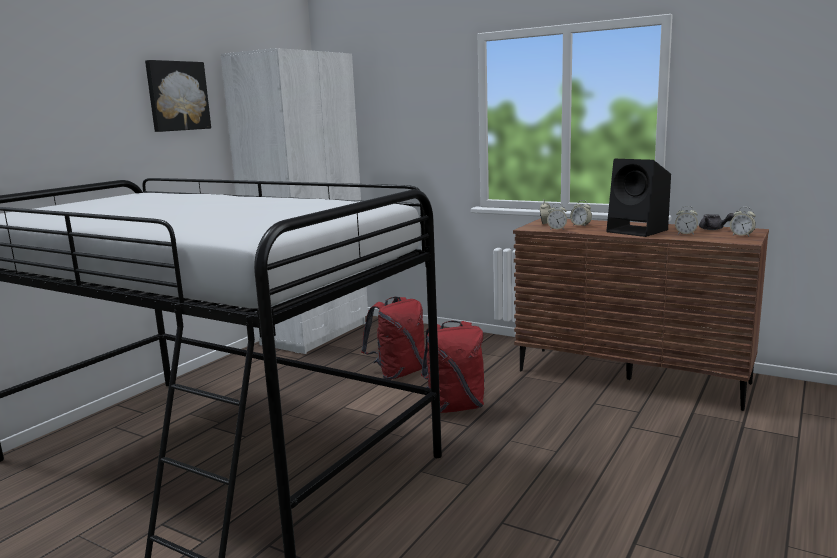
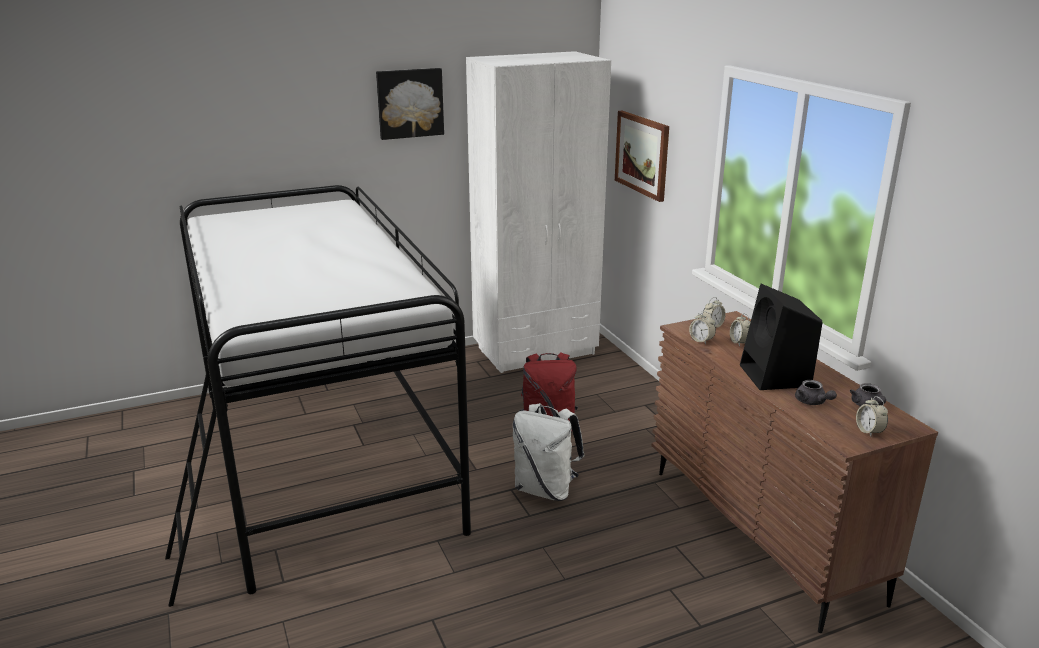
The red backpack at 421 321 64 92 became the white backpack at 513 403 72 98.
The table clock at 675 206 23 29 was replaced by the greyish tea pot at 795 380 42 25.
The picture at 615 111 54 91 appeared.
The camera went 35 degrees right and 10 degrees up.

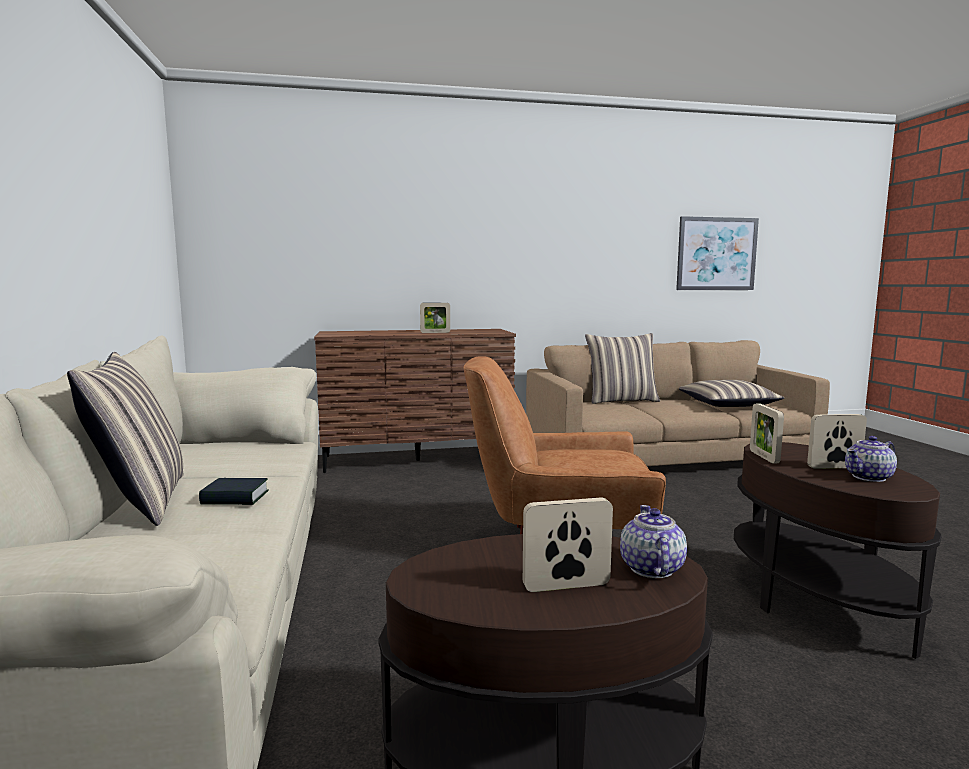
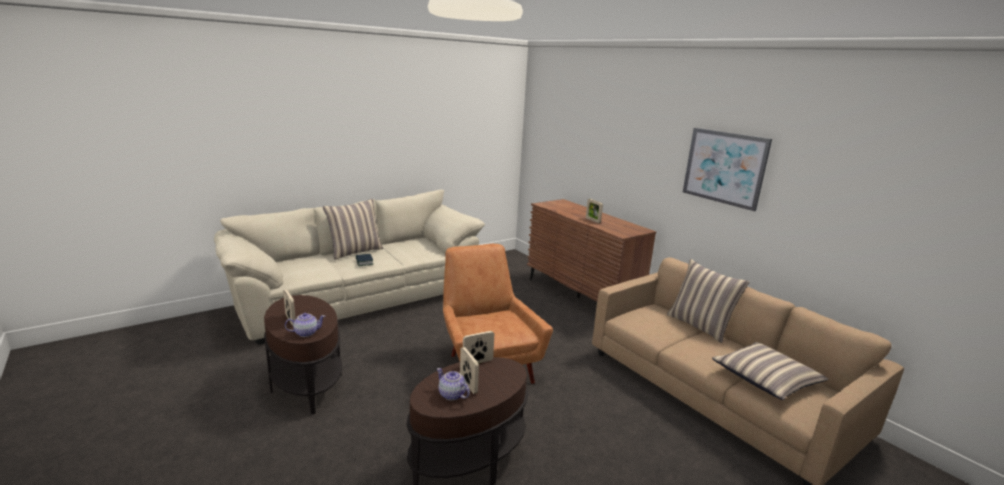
The picture moved from 676 216 83 74 to 683 128 89 83.
The camera went 65 degrees right and 10 degrees up.

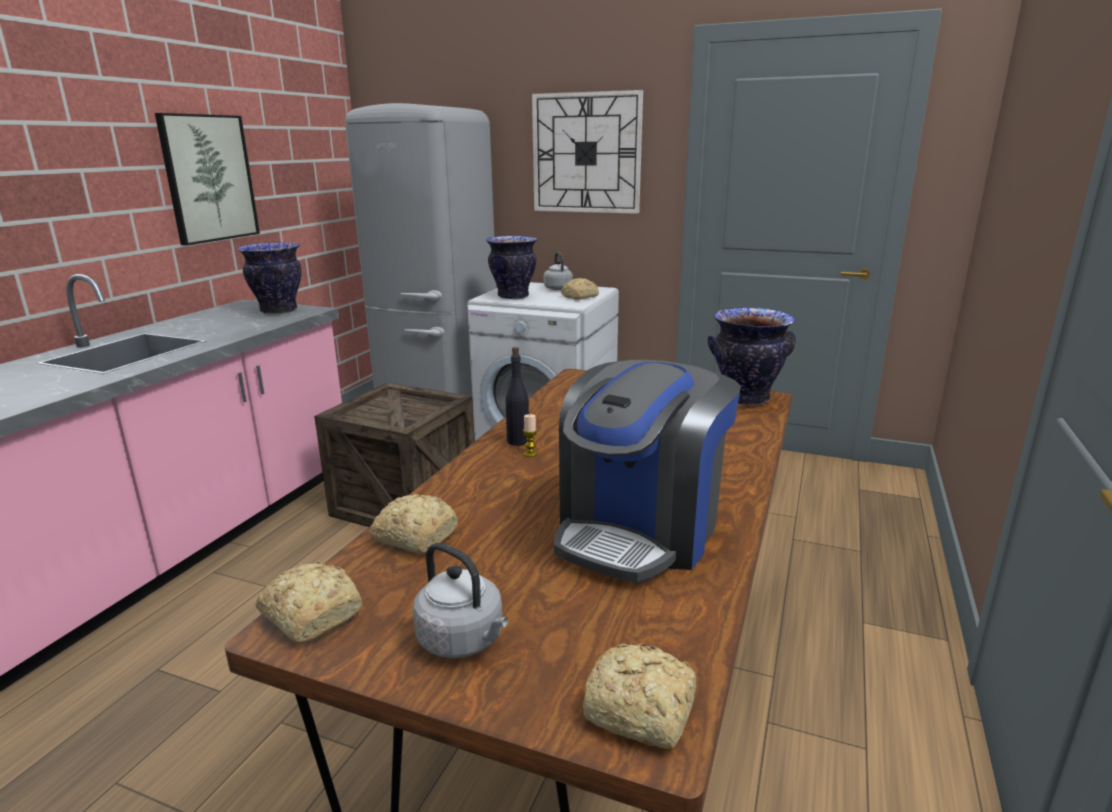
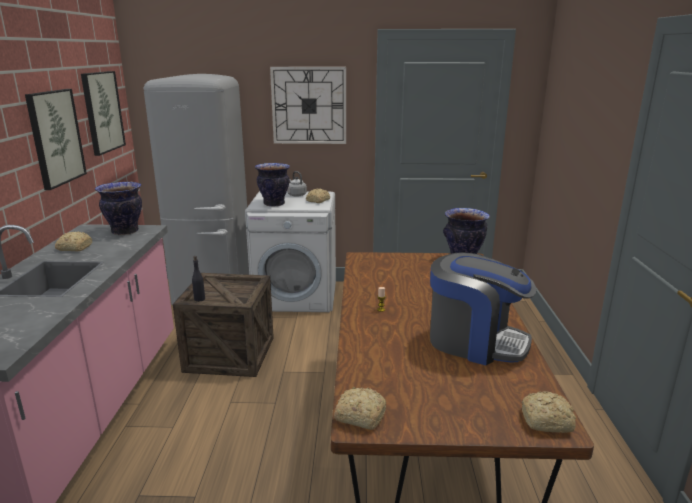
The bread moved from 370 494 88 60 to 55 232 37 19.
The greyish water kettle at 413 542 95 116 disappeared.
The black beverage bottle moved from 506 347 23 99 to 192 256 13 46.
The coffee brewer at 554 360 187 223 turned 75 degrees counterclockwise.
The picture at 81 71 45 85 appeared.
The camera went 20 degrees left and 0 degrees up.

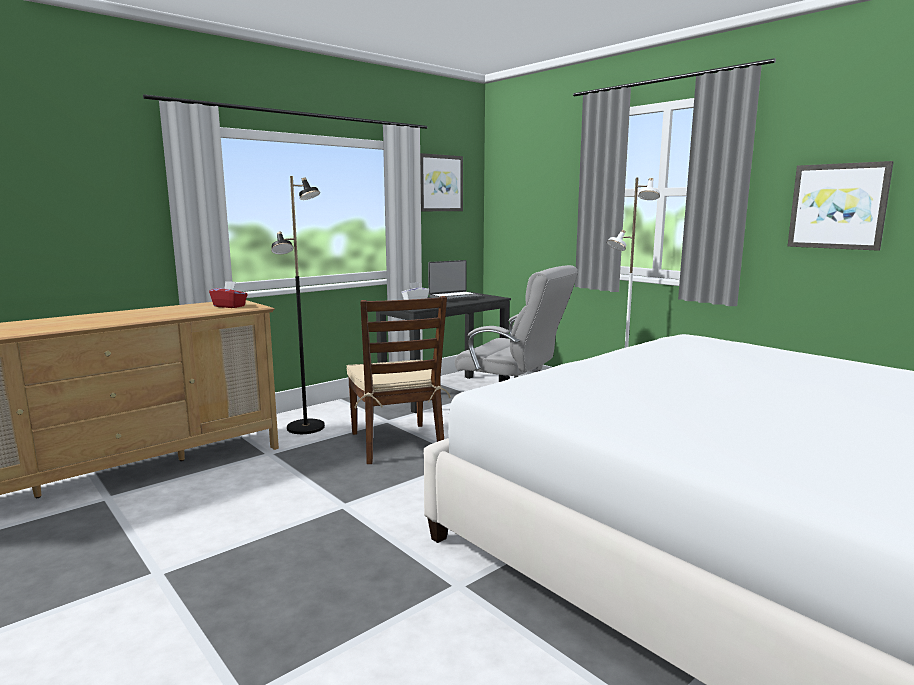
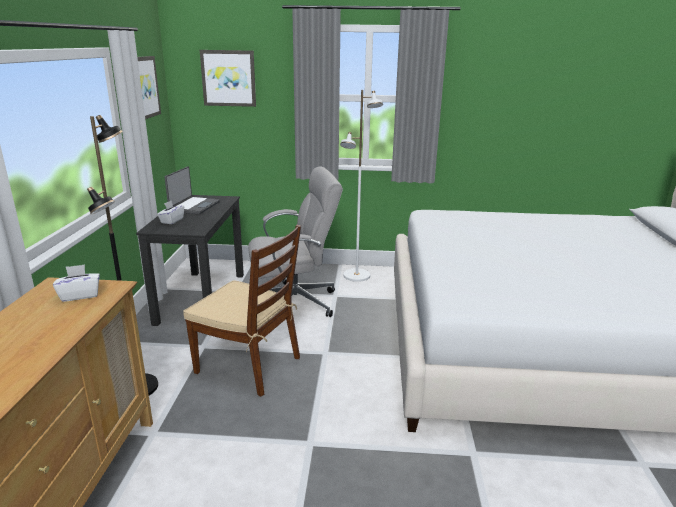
The red box of tissues at 209 281 39 27 became the white box of tissues at 53 264 47 38.
The picture moved from 788 161 106 90 to 200 50 56 57.
The camera went 45 degrees left and 10 degrees up.

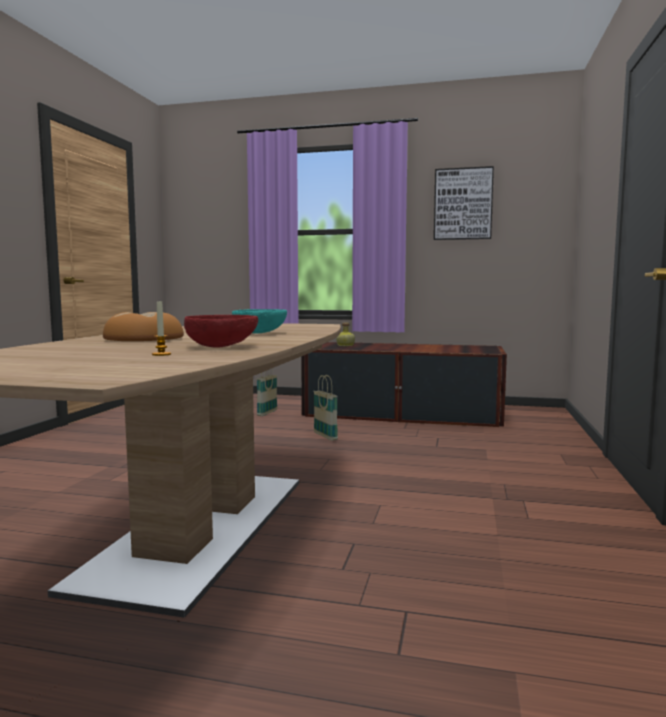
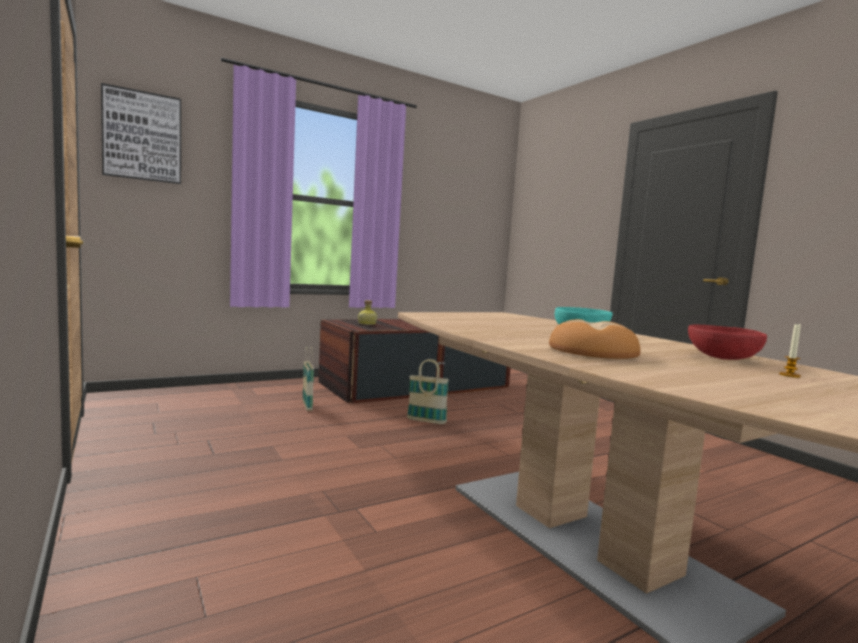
The picture moved from 434 166 60 74 to 101 83 80 101.
The camera went 45 degrees left and 0 degrees up.

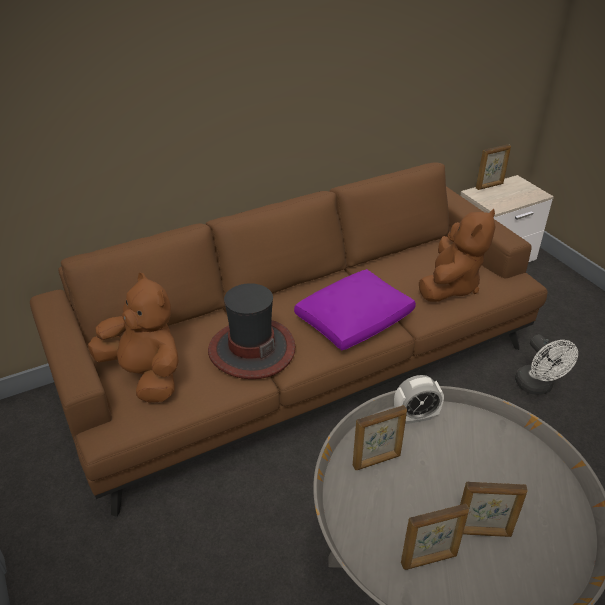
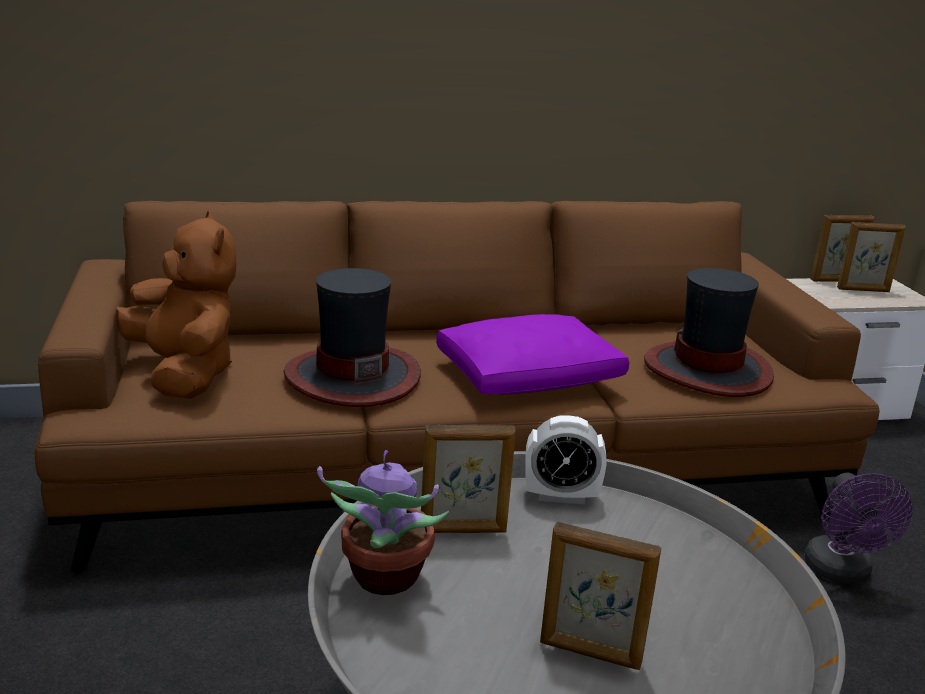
The picture frame moved from 401 504 68 66 to 837 222 68 70.
The brown soft toy at 419 209 77 93 was replaced by the clothing hat at 644 268 130 129.
The white cooling fan at 515 335 63 60 became the purple-coloured cooling fan at 804 473 109 111.
The houseplant at 317 450 132 145 appeared.
The camera went 15 degrees right and 15 degrees down.

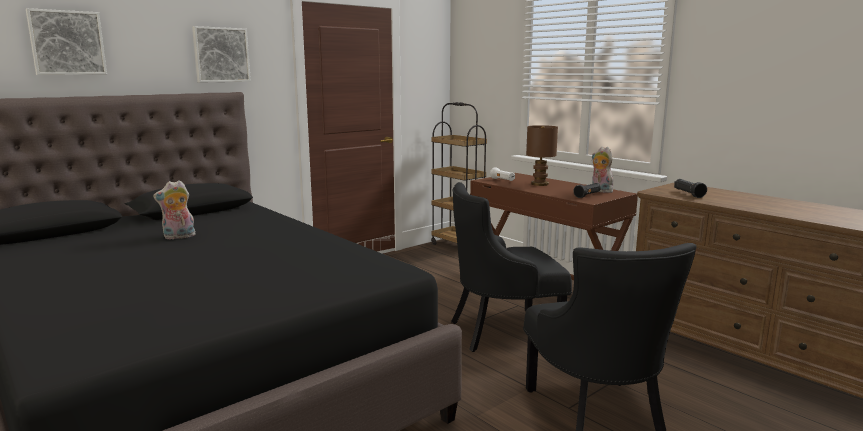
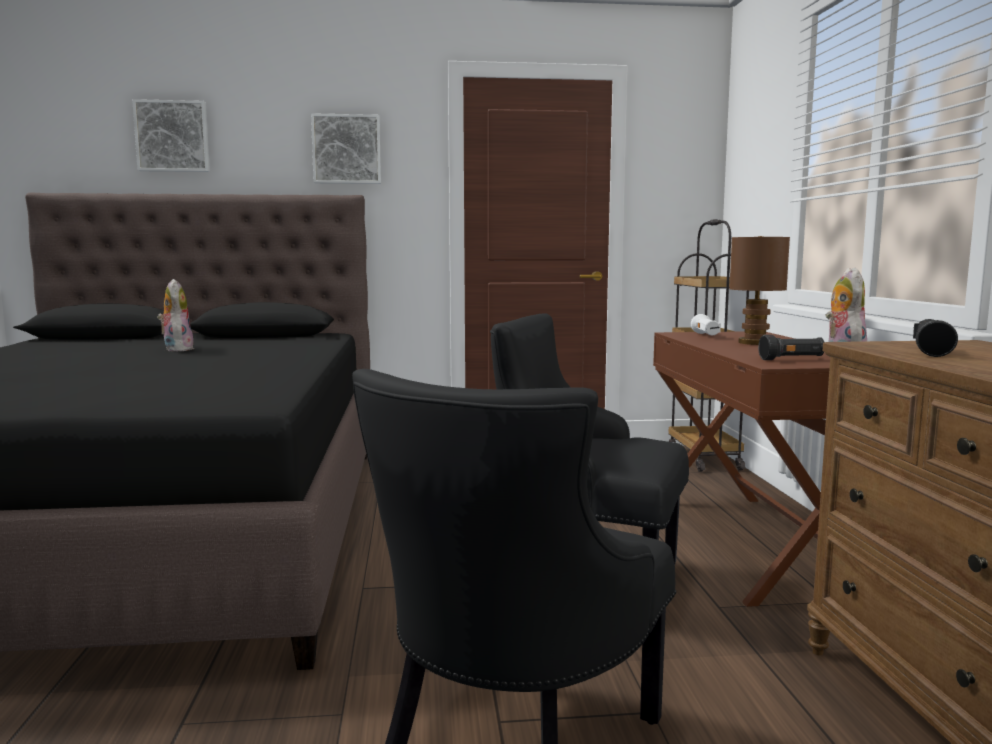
The soft toy at 153 180 42 59 turned 60 degrees clockwise.
The camera went 35 degrees right and 5 degrees down.

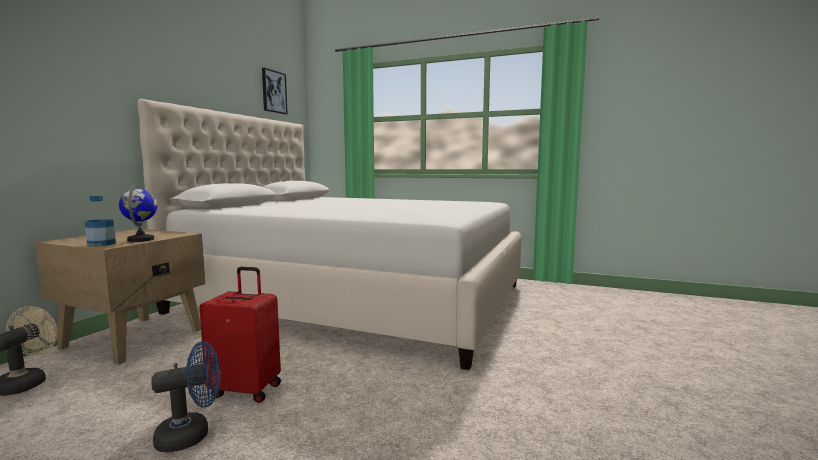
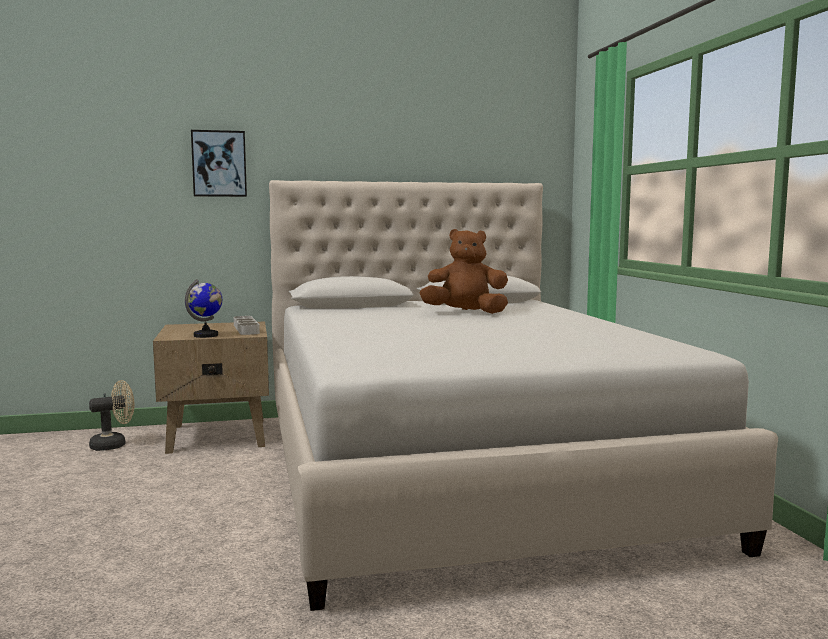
The beverage bottle at 84 195 32 51 disappeared.
The blue-coloured cooling fan at 151 341 70 112 disappeared.
The red piece of luggage at 199 267 82 136 disappeared.
The picture moved from 262 68 26 46 to 191 130 56 67.
The greyish serving tray at 234 316 26 19 appeared.
The brown soft toy at 420 229 88 85 appeared.
The camera went 55 degrees right and 0 degrees up.

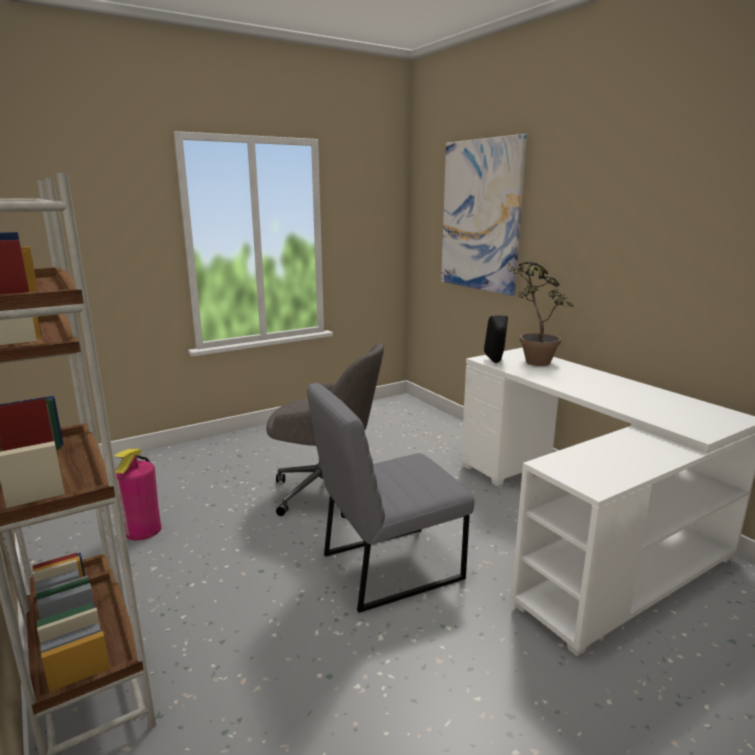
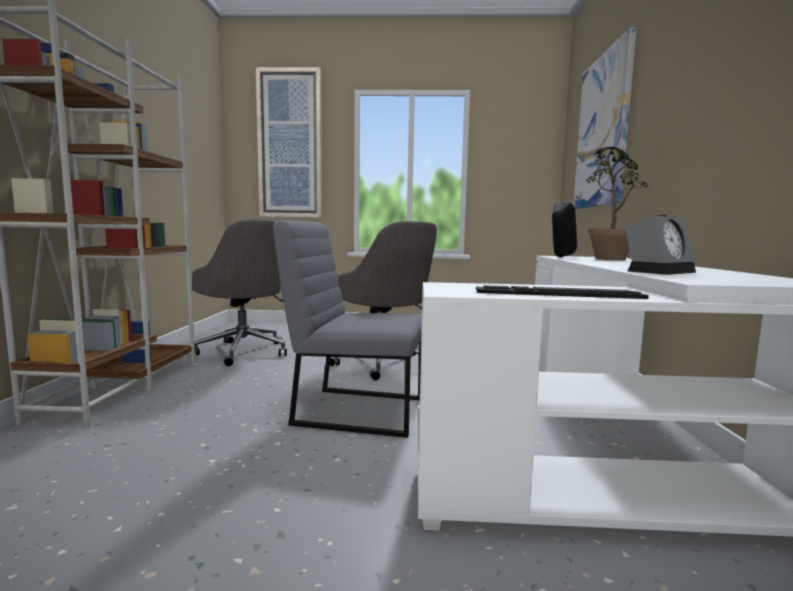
The fire-fighting cylinder at 113 449 48 91 was replaced by the greyish computer chair at 190 219 97 147.
The picture at 256 67 66 151 appeared.
The computer keyboard at 476 285 173 14 appeared.
The table clock at 625 214 71 61 appeared.
The camera went 35 degrees right and 10 degrees down.

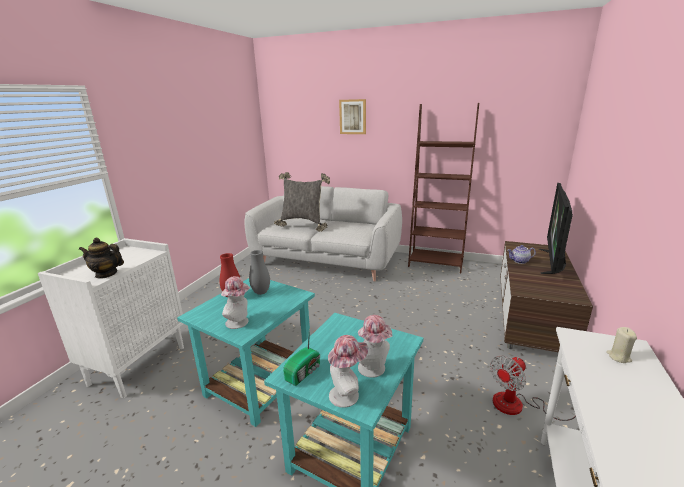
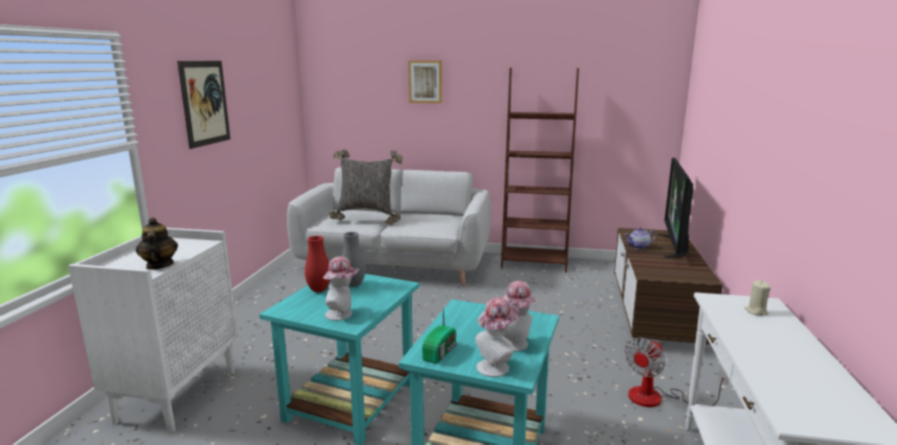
The tea pot at 79 238 45 41 turned 75 degrees clockwise.
The picture at 177 61 53 88 appeared.
The camera went 10 degrees left and 5 degrees down.

